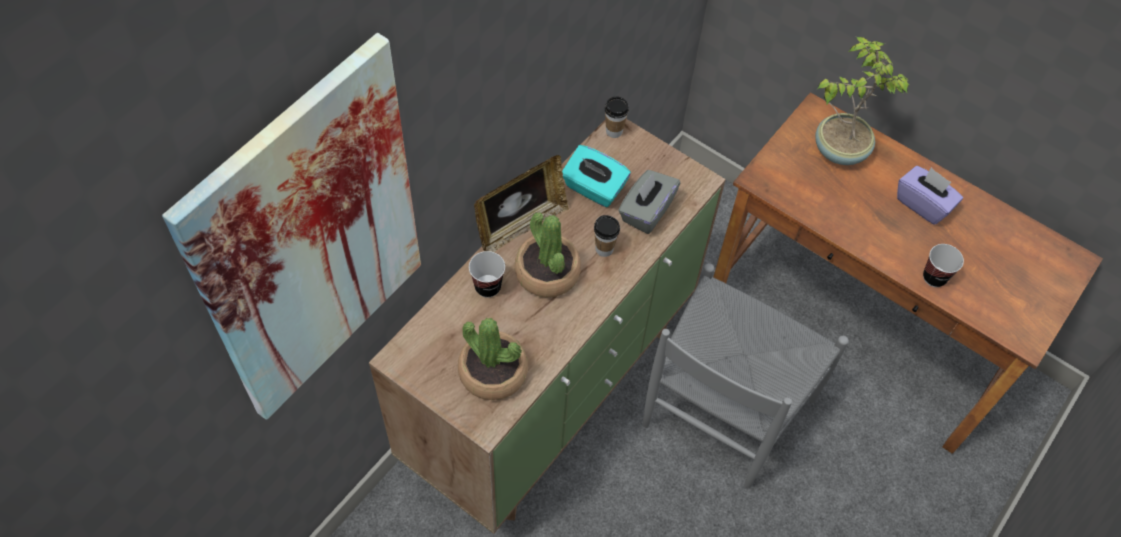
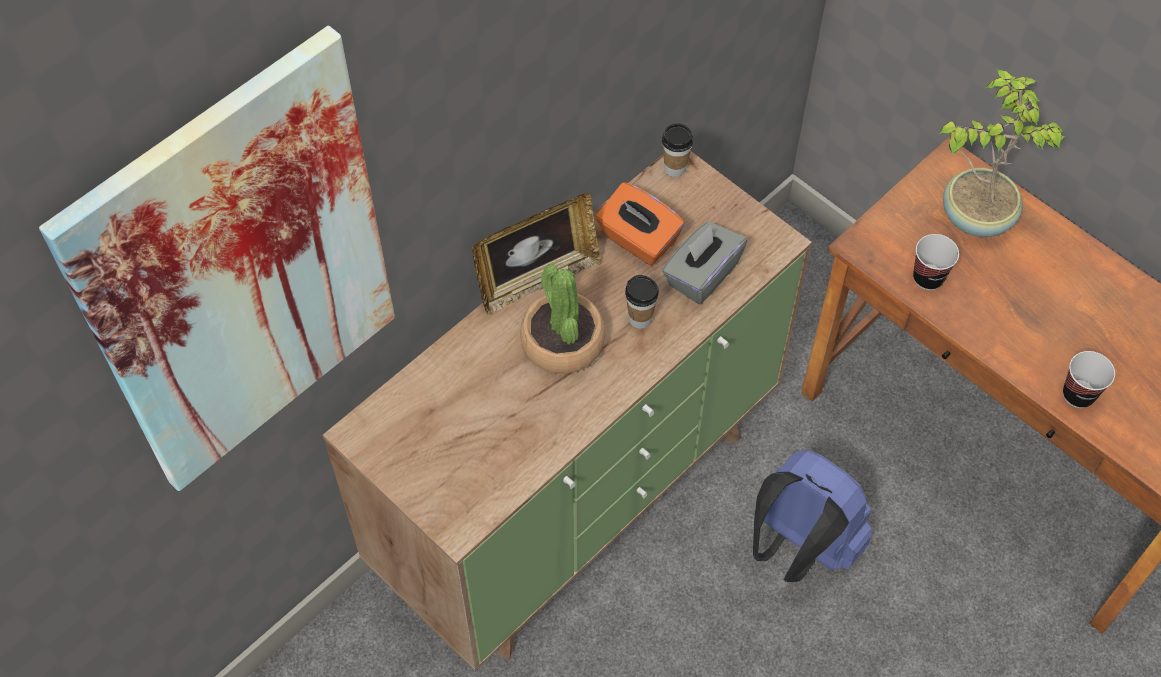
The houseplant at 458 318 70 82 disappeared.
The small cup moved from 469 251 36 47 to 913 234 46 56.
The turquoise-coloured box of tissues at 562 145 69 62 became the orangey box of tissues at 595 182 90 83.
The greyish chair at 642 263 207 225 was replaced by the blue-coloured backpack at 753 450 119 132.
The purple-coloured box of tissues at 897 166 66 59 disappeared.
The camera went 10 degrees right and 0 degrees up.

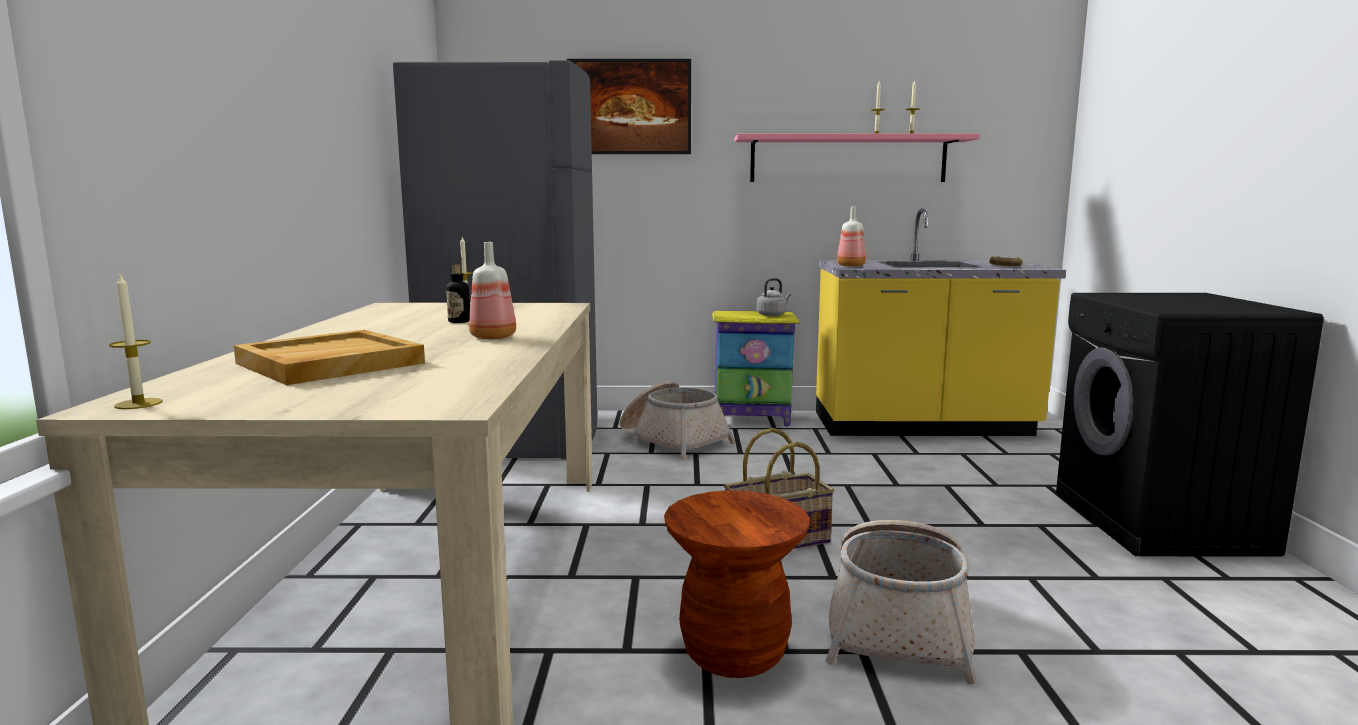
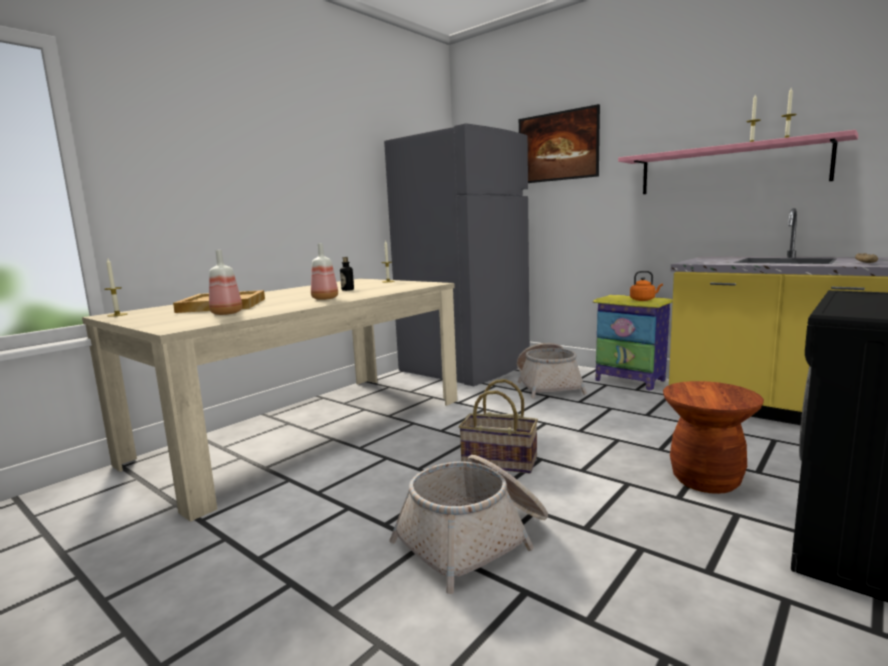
The brown stool seat moved from 664 490 146 188 to 663 381 101 113.
The greyish water kettle at 757 278 34 38 became the orangey water kettle at 630 271 33 30.
The beverage bottle moved from 837 207 29 60 to 209 250 33 65.
The camera went 40 degrees right and 0 degrees up.

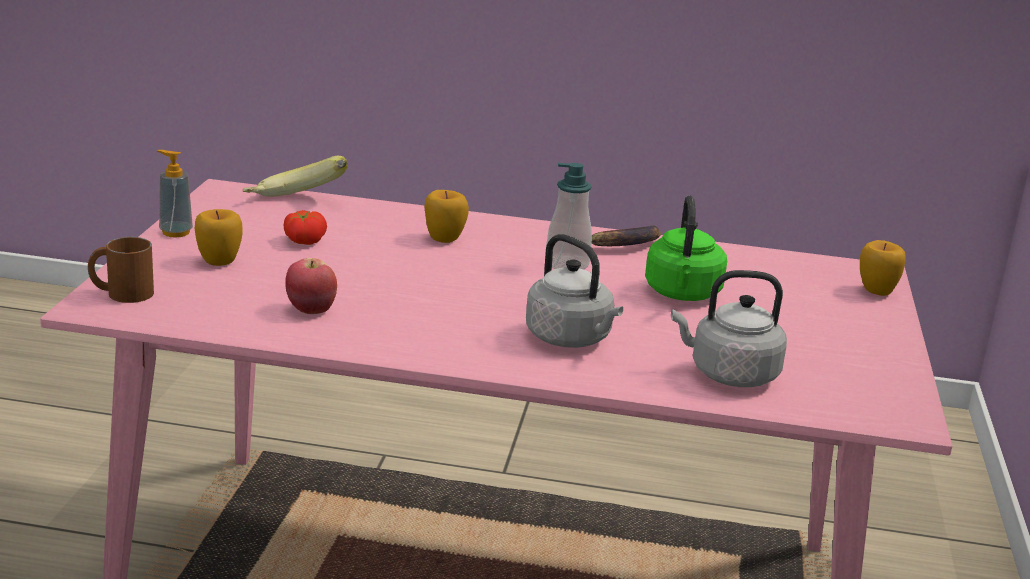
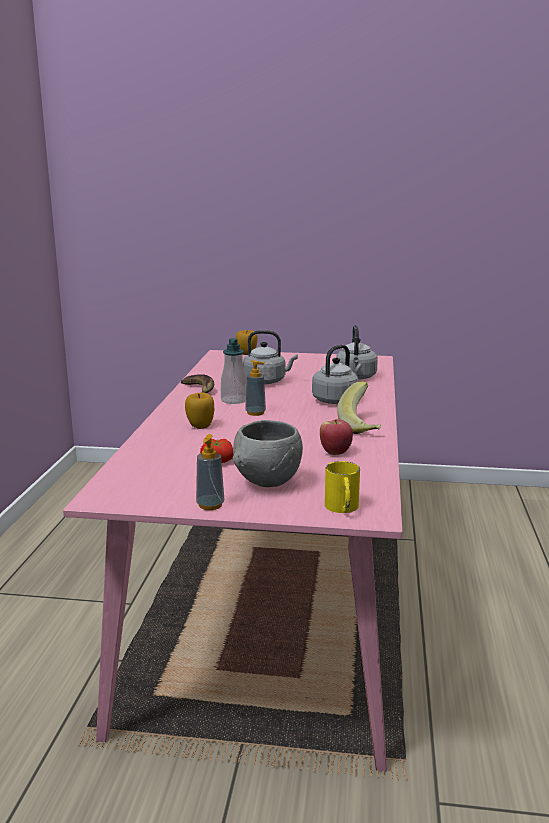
The brown mug at 88 237 66 66 became the yellow-coloured mug at 325 461 35 52.
The whole apple at 195 209 48 57 was replaced by the greyish bowl at 233 420 70 67.
The banana moved from 243 156 105 41 to 337 381 44 53.
The green water kettle at 645 195 82 106 became the greyish water kettle at 243 330 55 54.
The soap dispenser at 245 360 21 56 appeared.
The camera went 90 degrees left and 5 degrees down.

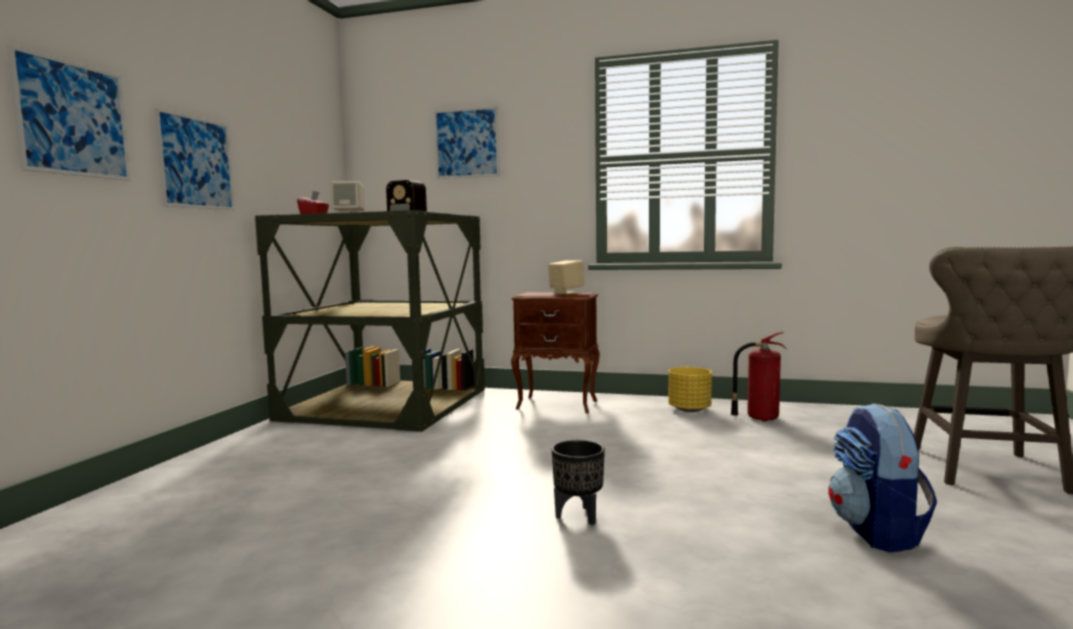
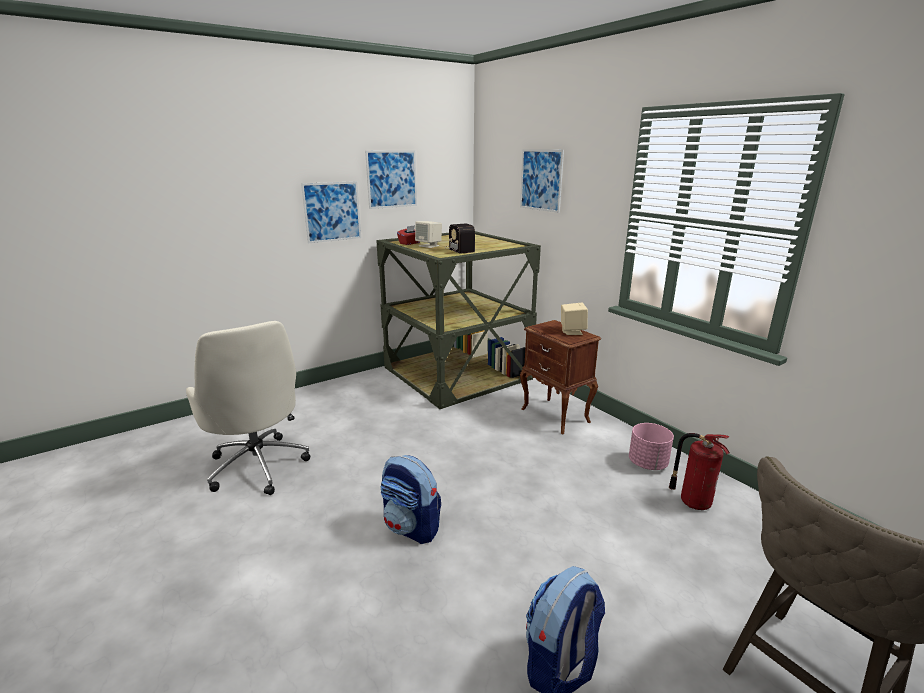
The picture moved from 7 44 124 137 to 365 150 52 59.
The black planter at 552 440 53 85 was replaced by the backpack at 381 455 60 89.
The yellow-coloured planter at 669 367 43 45 became the pink planter at 629 423 45 47.
The beige-coloured computer chair at 186 321 124 174 appeared.
The camera went 40 degrees right and 15 degrees up.

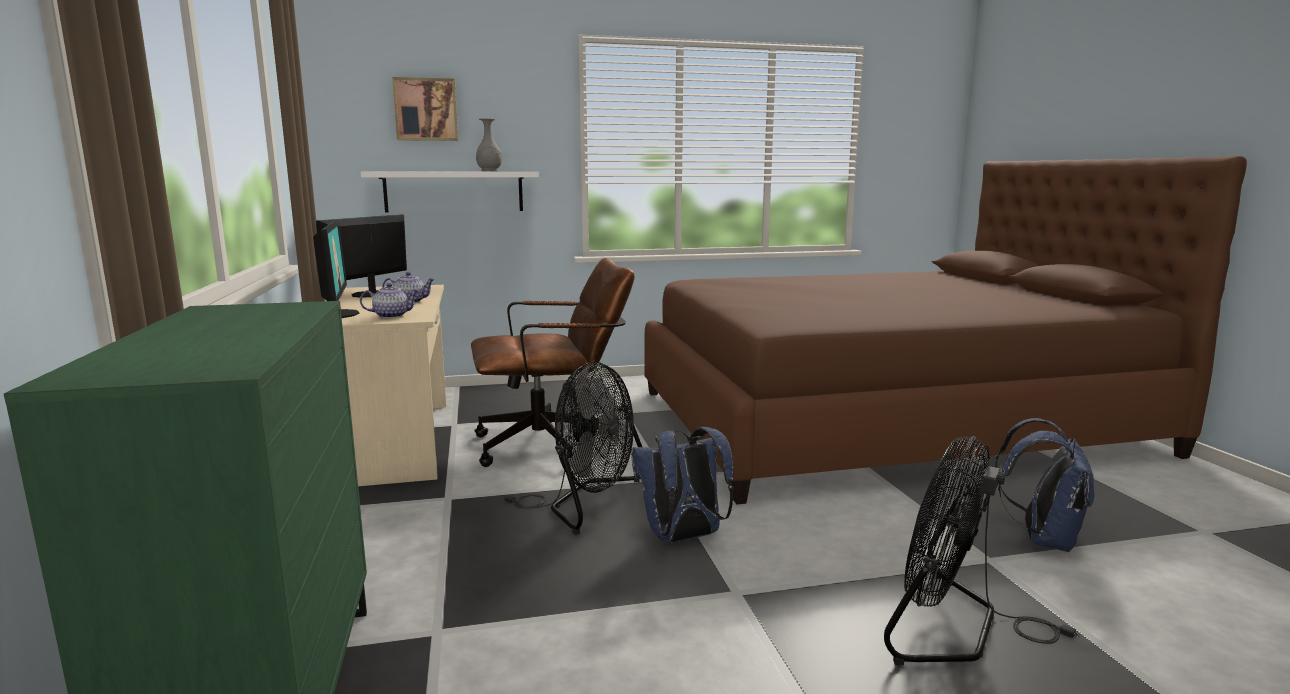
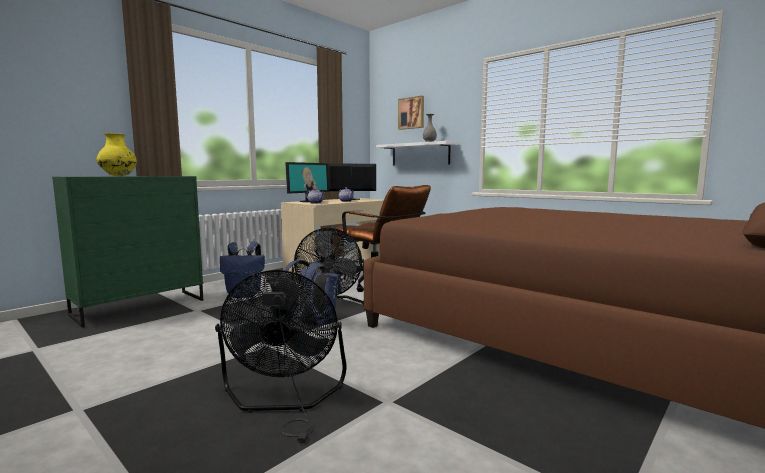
The blue-coloured backpack moved from 995 418 99 134 to 220 242 45 56.
The yellow-coloured decorative vase at 96 133 41 43 appeared.
The camera went 55 degrees right and 5 degrees down.

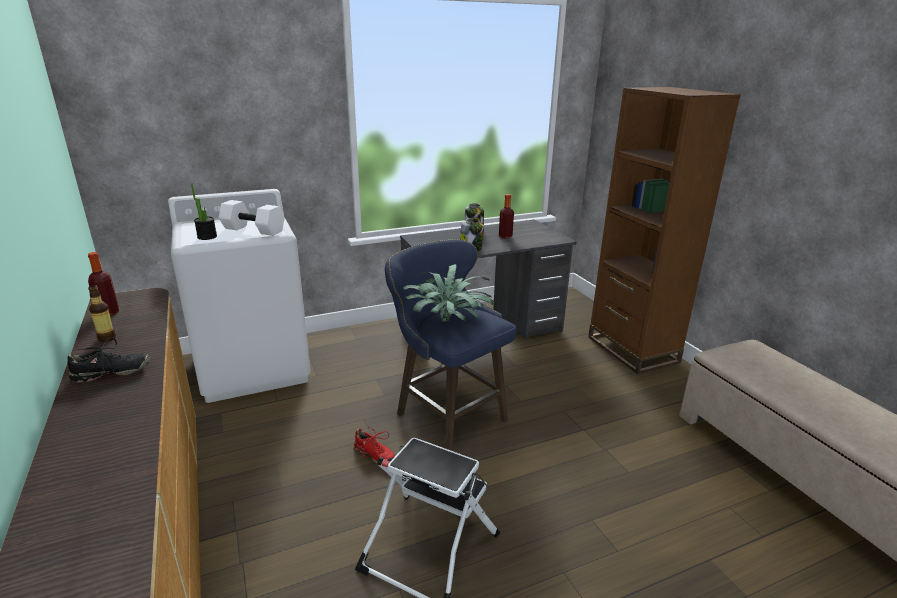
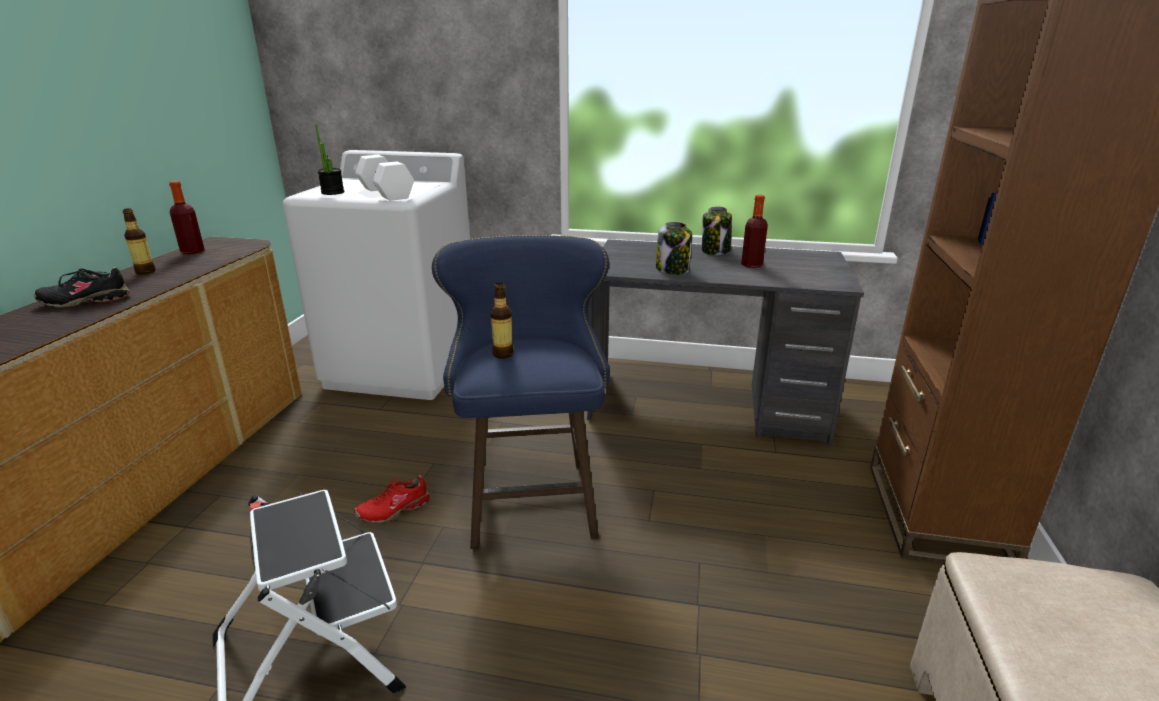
The black item of footwear at 67 338 83 44 turned 150 degrees clockwise.
The red item of footwear at 354 428 41 36 turned 75 degrees clockwise.
The houseplant at 403 264 90 59 was replaced by the beverage bottle at 490 282 24 77.
The camera went 35 degrees right and 0 degrees up.

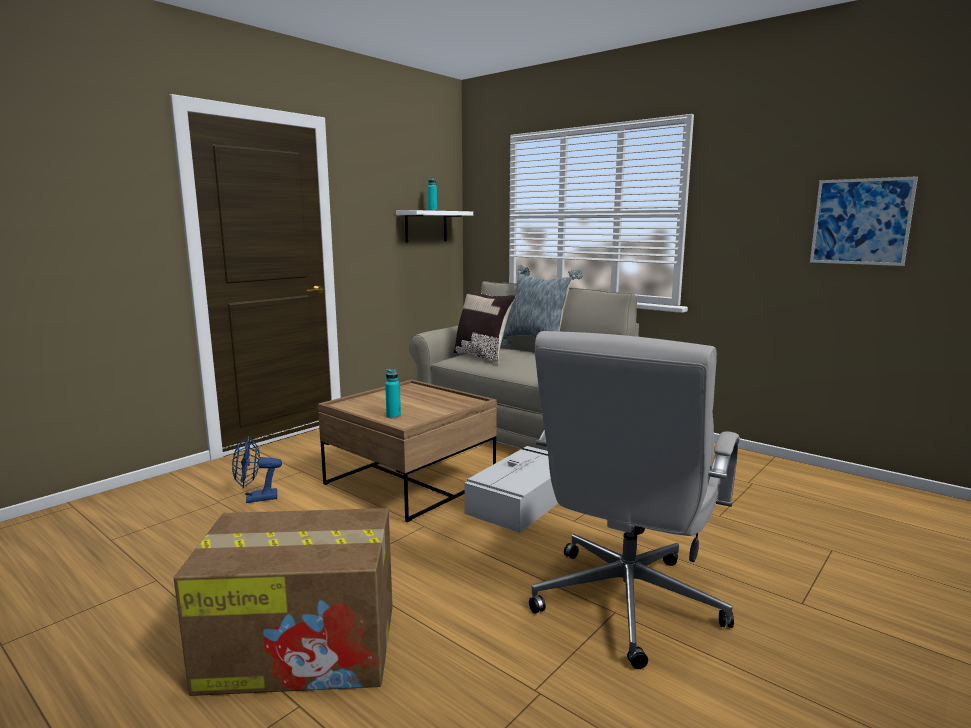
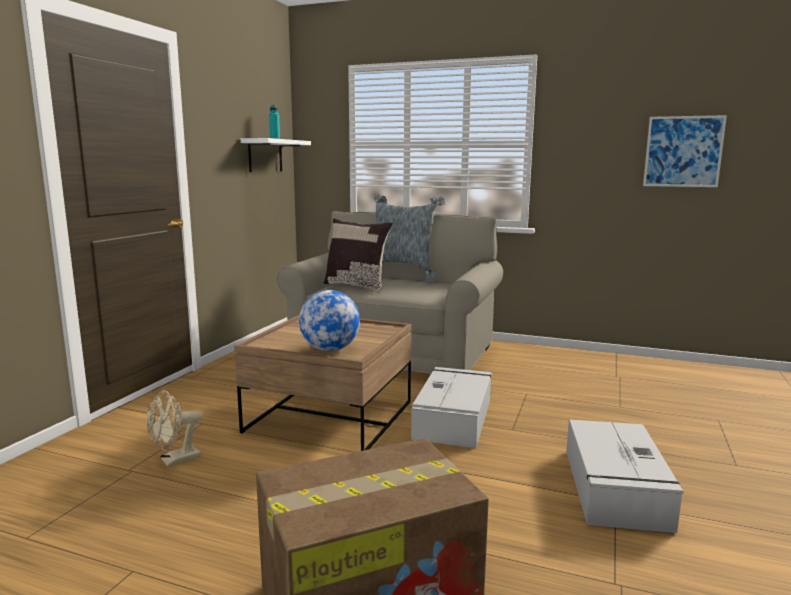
The blue-coloured cooling fan at 232 436 50 67 became the beige-coloured cooling fan at 147 390 56 76.
The turquoise-coloured beverage bottle at 385 369 16 50 was replaced by the desk globe at 299 290 61 61.
The greyish computer chair at 529 331 211 338 was replaced by the greyish storage container at 566 420 118 113.
The camera went 20 degrees left and 0 degrees up.

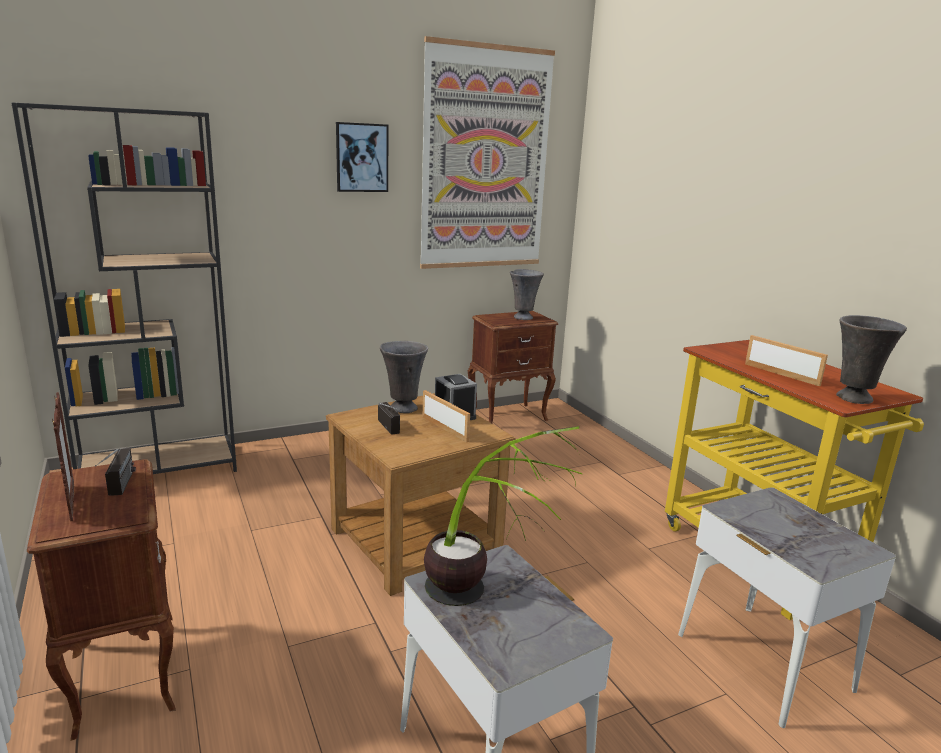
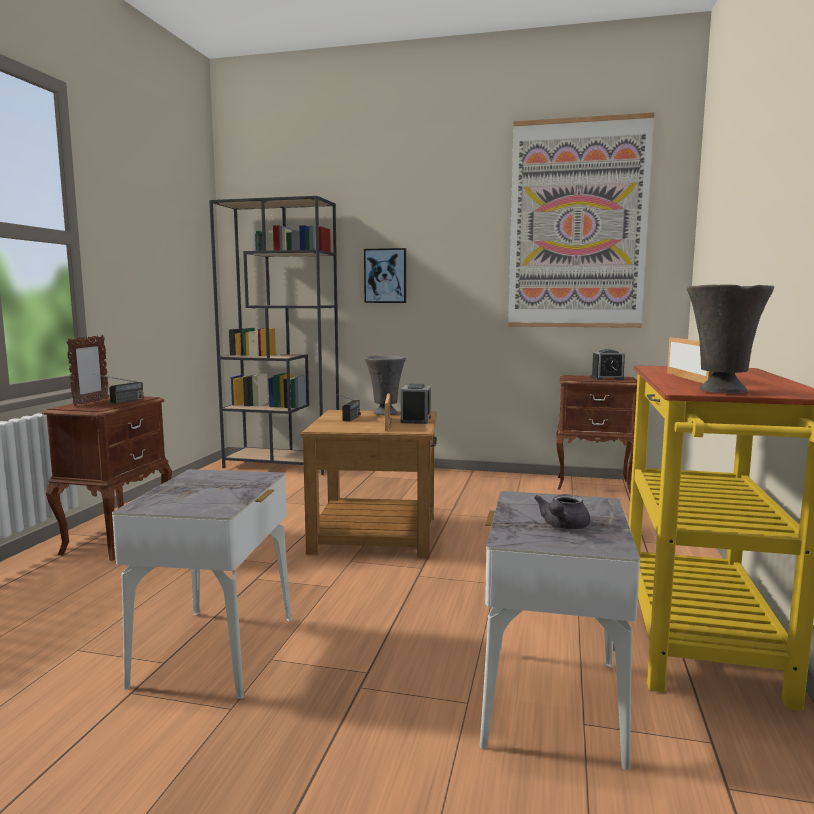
The picture moved from 336 122 52 70 to 364 248 42 55.
The houseplant at 424 426 159 180 disappeared.
The greyish decorative vase at 510 269 34 51 was replaced by the table clock at 591 349 34 31.
The greyish tea pot at 534 494 56 35 appeared.
The camera went 40 degrees right and 10 degrees down.

